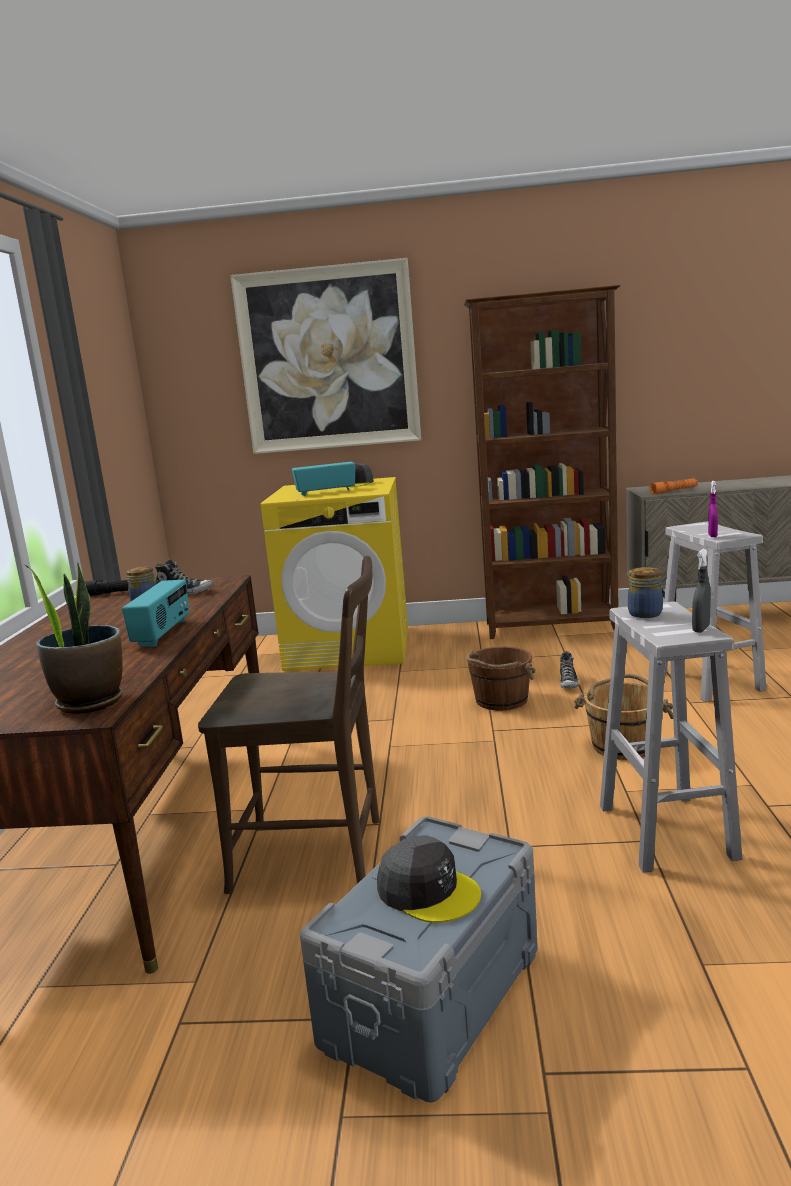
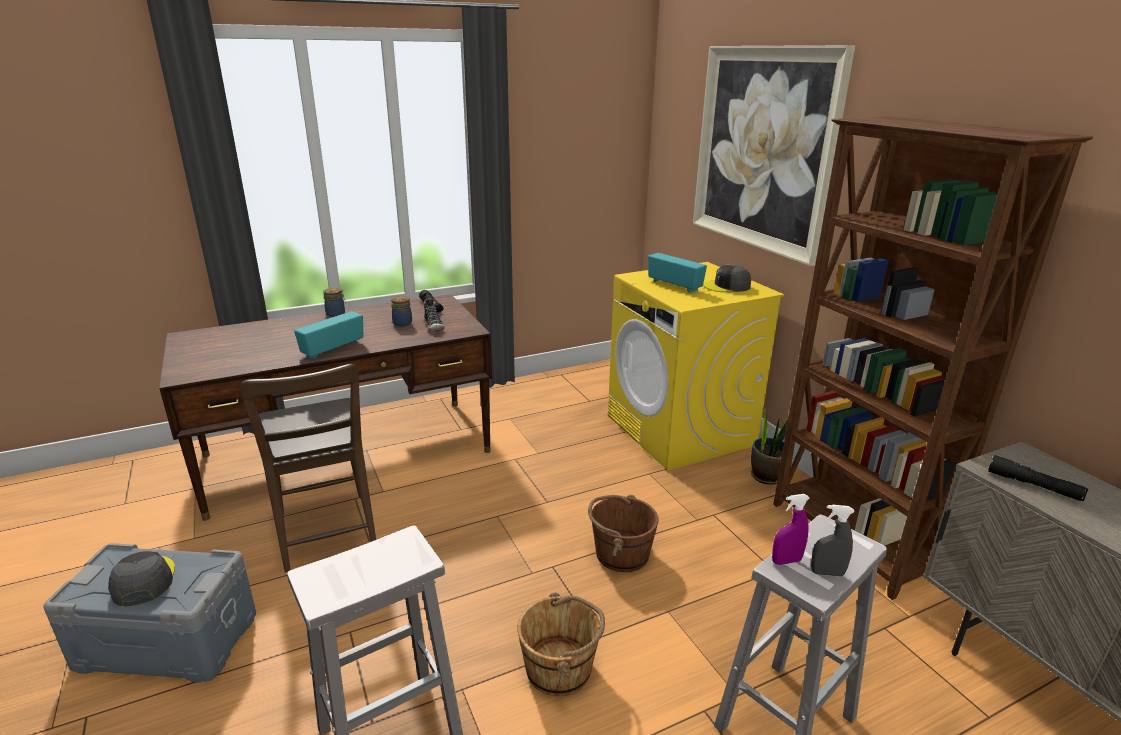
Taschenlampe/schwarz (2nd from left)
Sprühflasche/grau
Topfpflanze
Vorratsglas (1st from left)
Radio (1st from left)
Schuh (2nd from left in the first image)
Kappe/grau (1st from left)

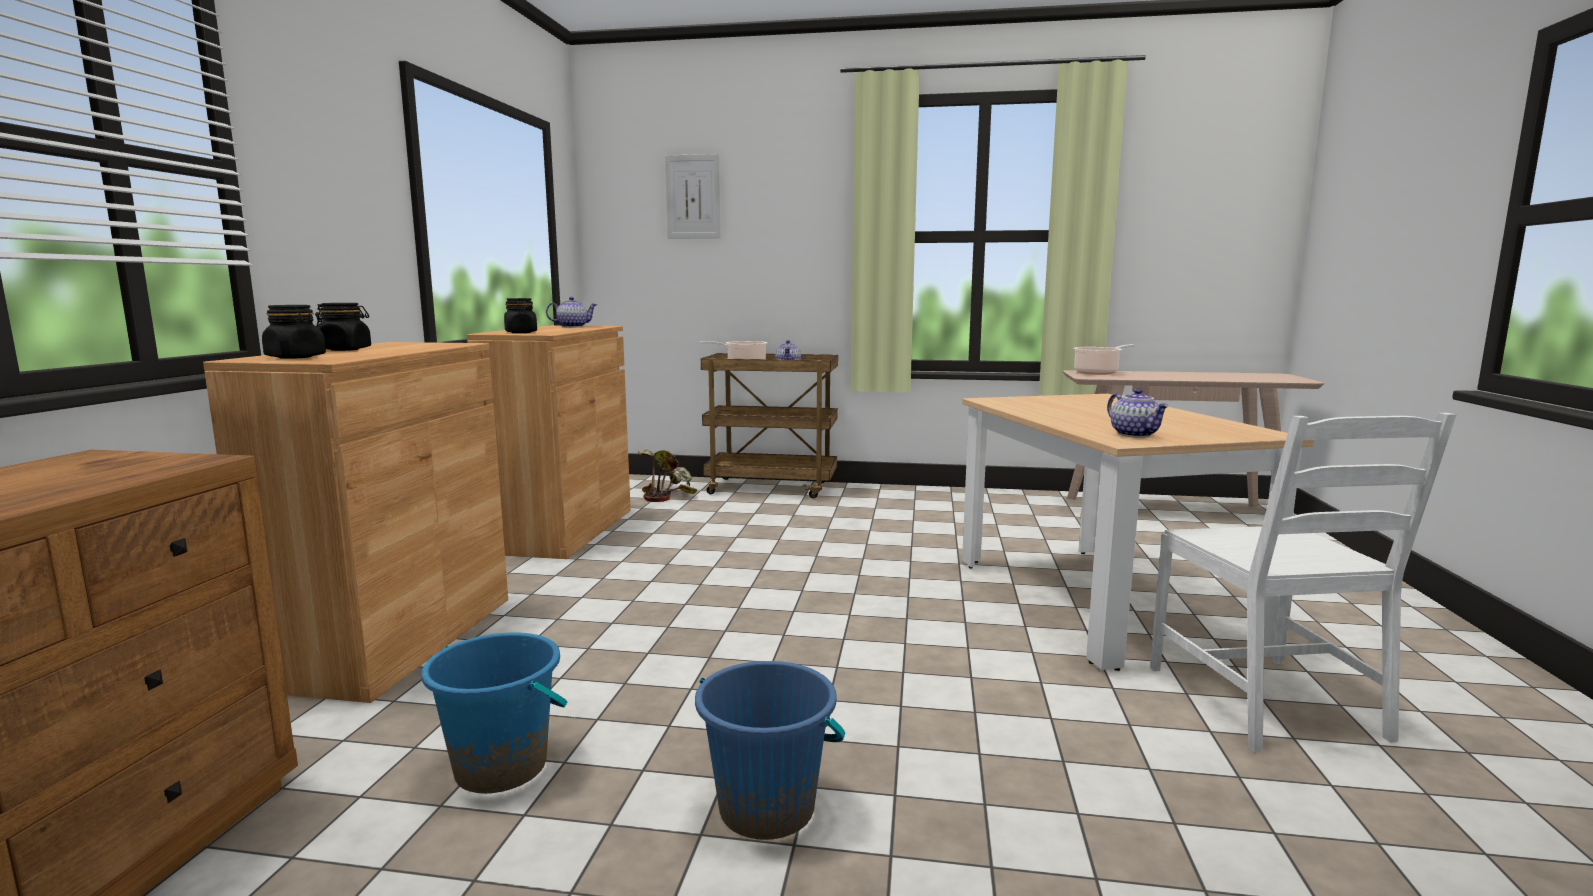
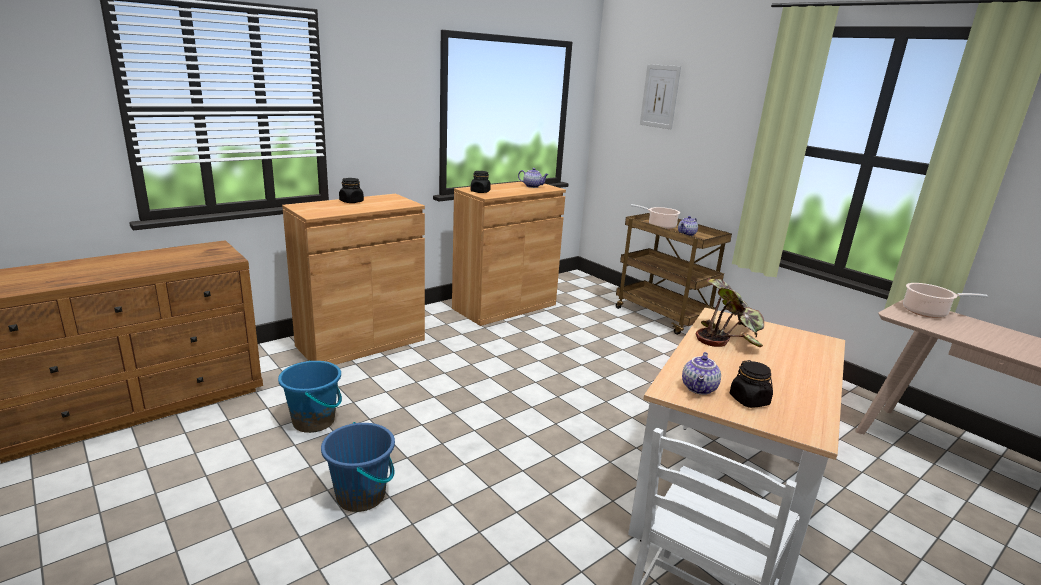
Vorratsglas/schwarz (3rd from left)
Topfpflanze

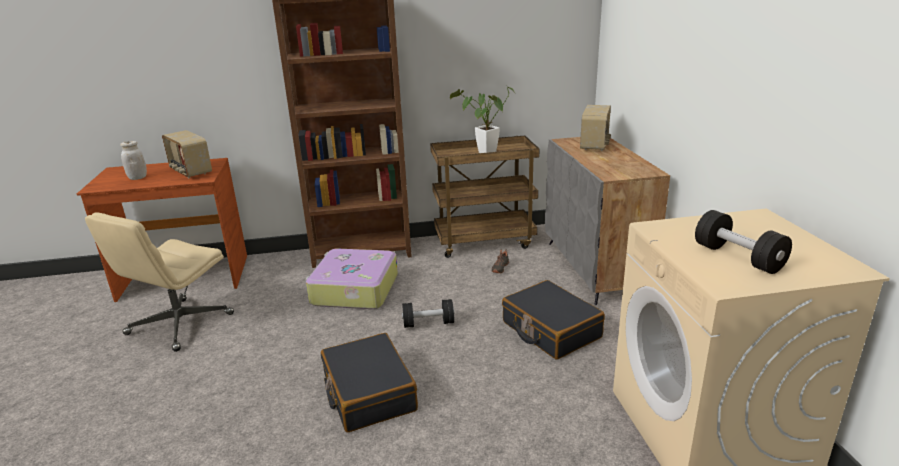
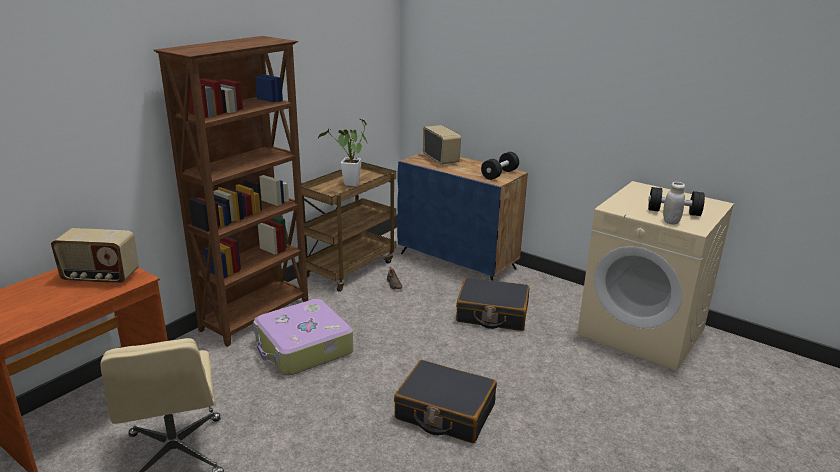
Schrank/blau
Vorratsglas/weiß
Hantel/schwarz (1st from left)

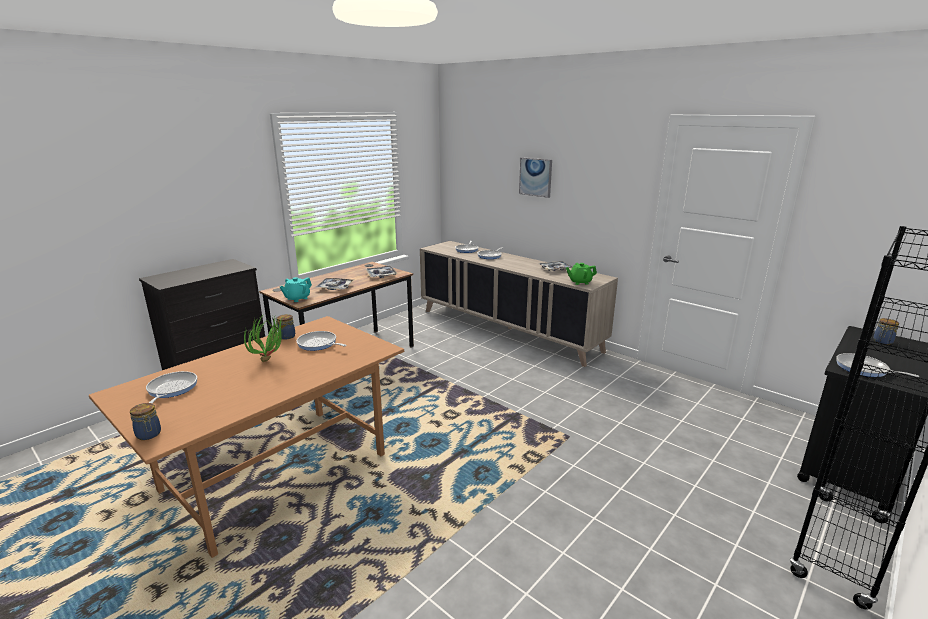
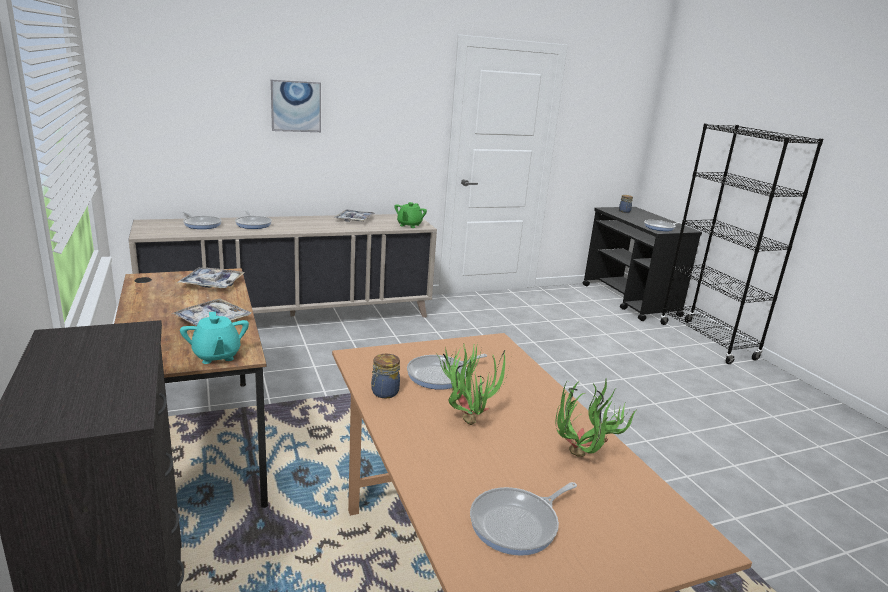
Pfanne (4th from left)
Vorratsglas (1st from left in the first image)
Topfpflanze (2nd from left)

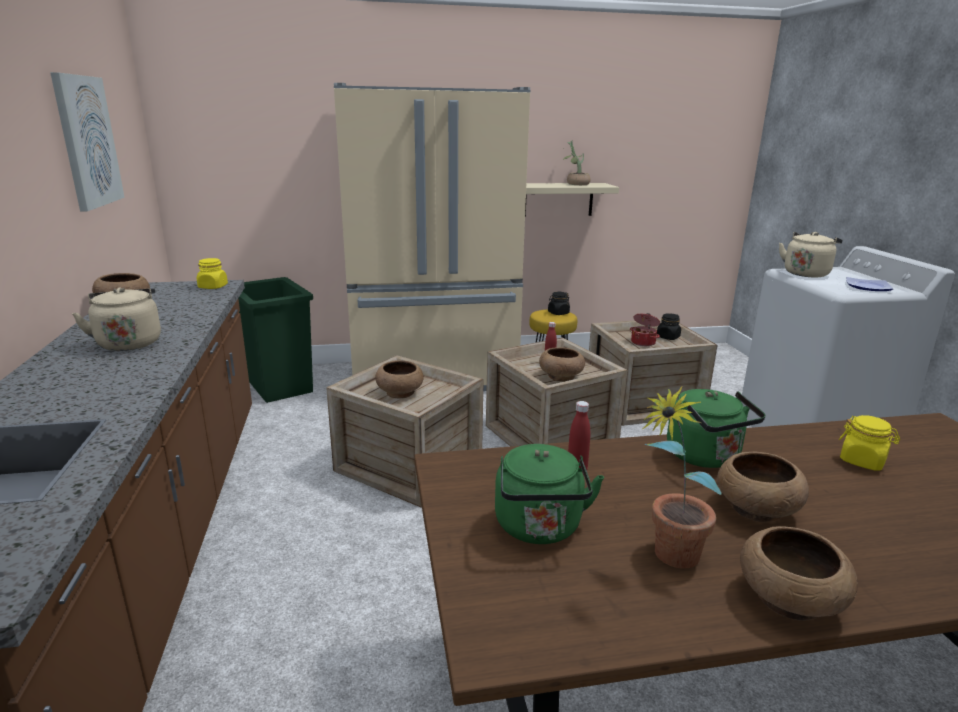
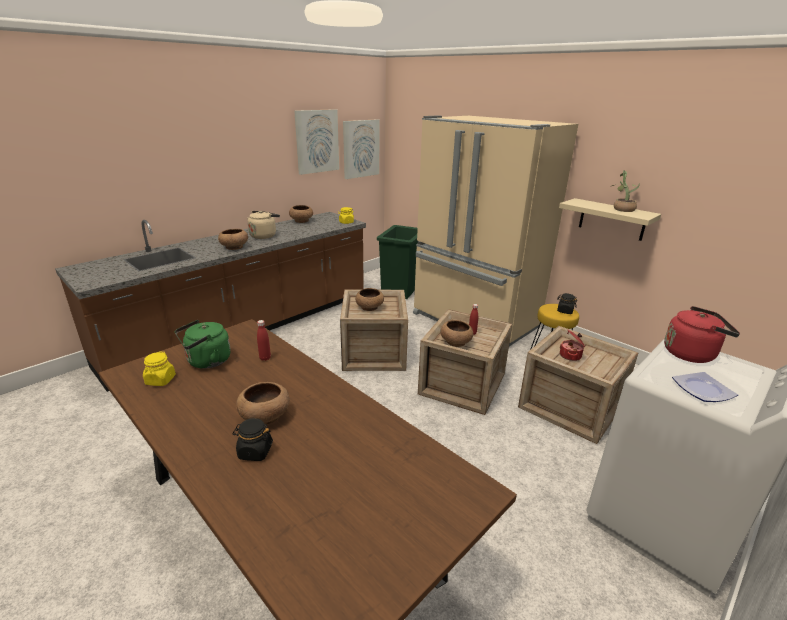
Wasserkessel/rot
Vorratsglas/schwarz (1st from left)
Topfpflanze (2nd from left in the first image)
Wasserkessel/grün (2nd from left in the first image)
Vorratsglas/gelb (1st from left)
Schüssel/braun (1st from left)
Bild (2nd from left)

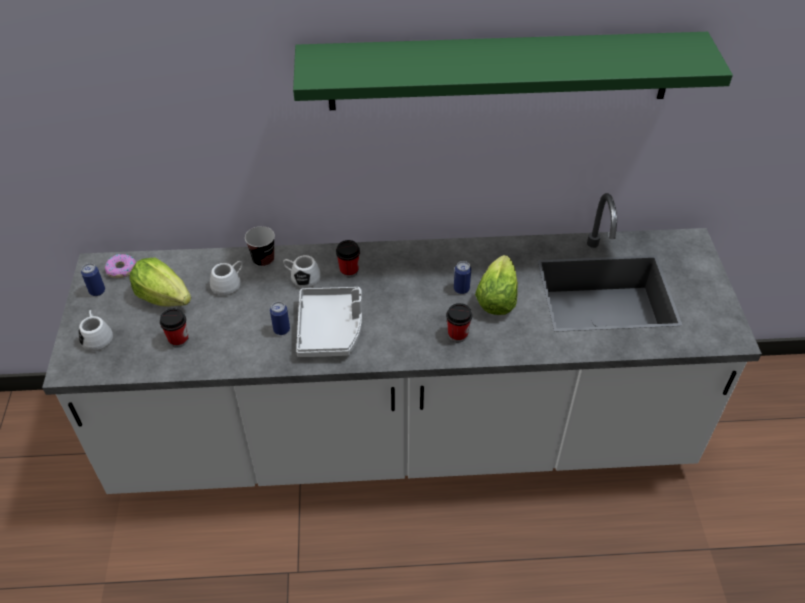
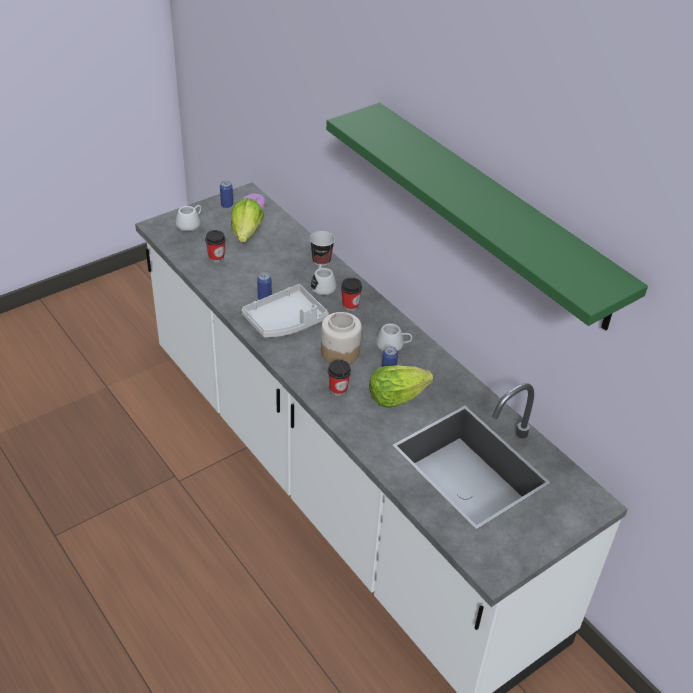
Henkelbecher/weiß (3rd from left)
Vorratsglas

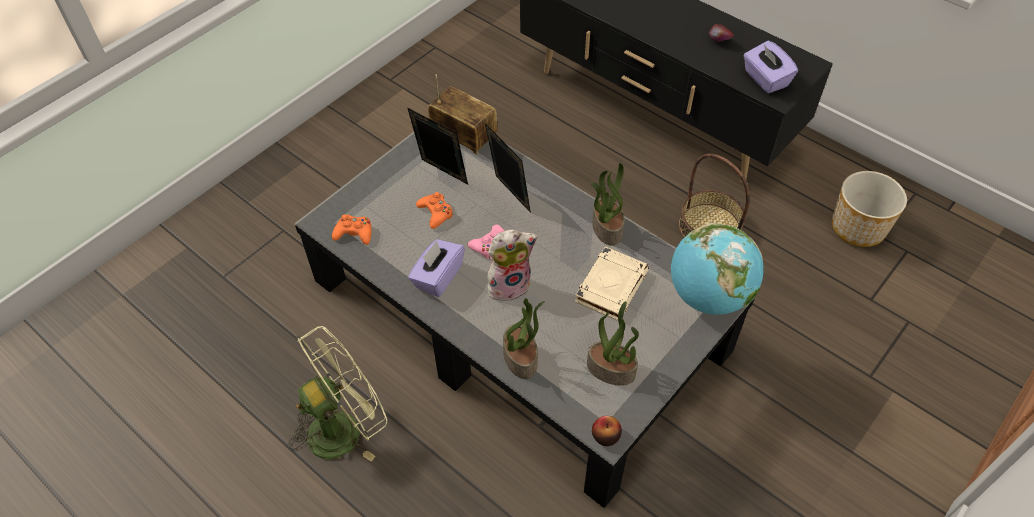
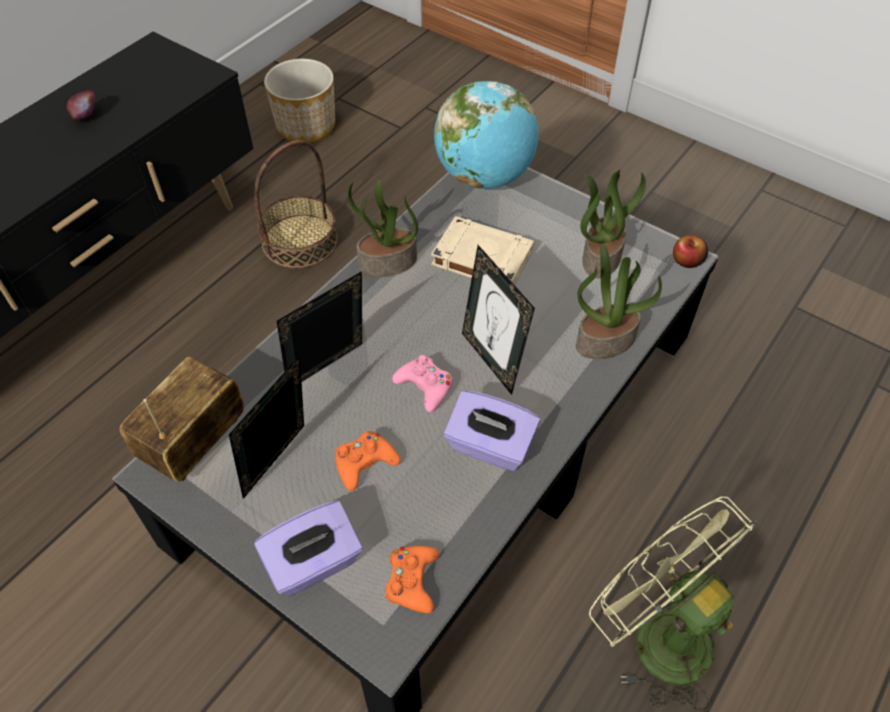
Taschentuchbox/lila (1st from left)
Bilderrahmen (3rd from left)

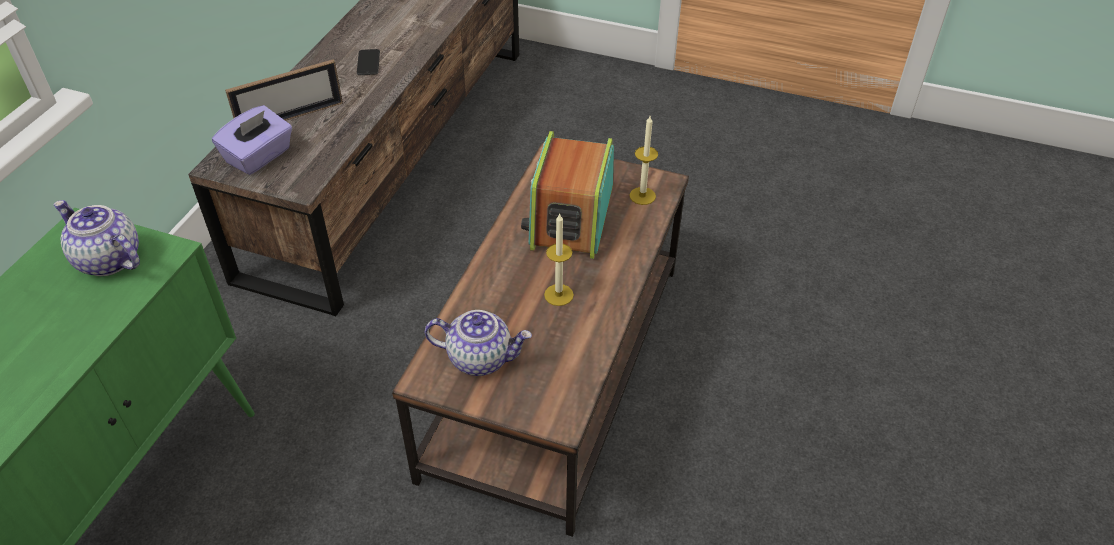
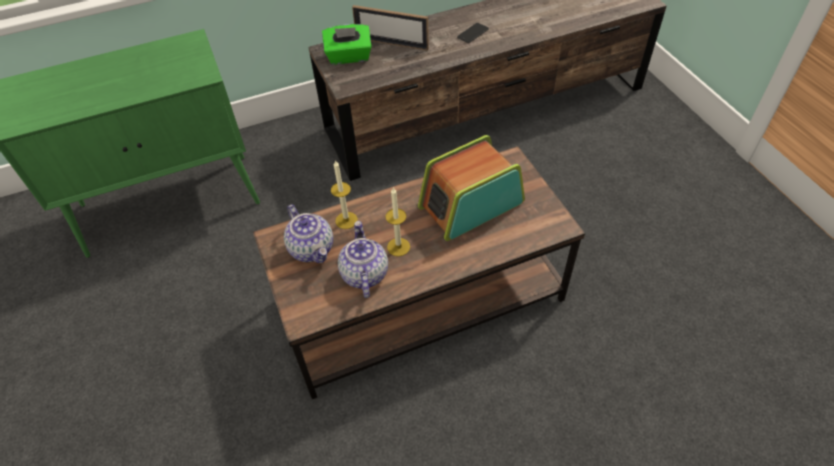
Taschentuchbox/grün
Kerze (1st from left)
Teekanne (2nd from left)

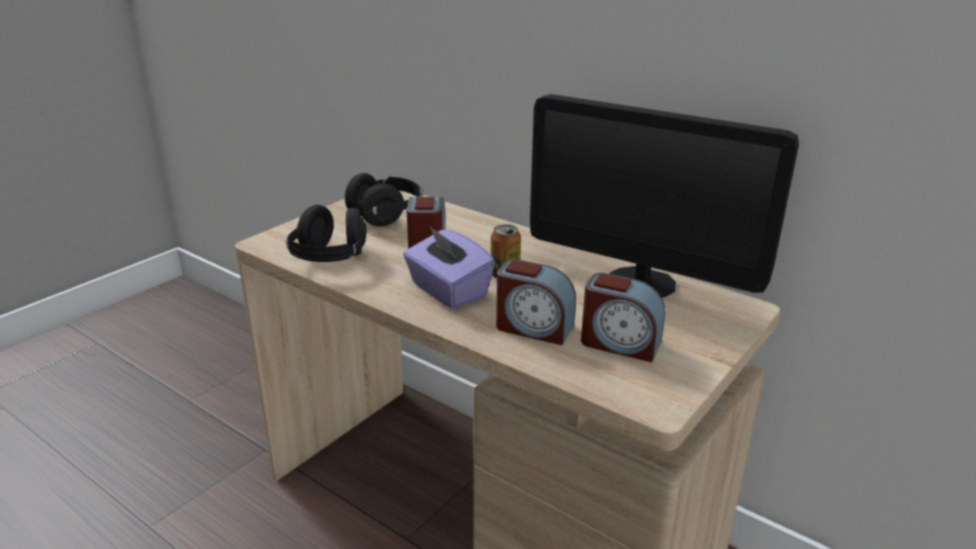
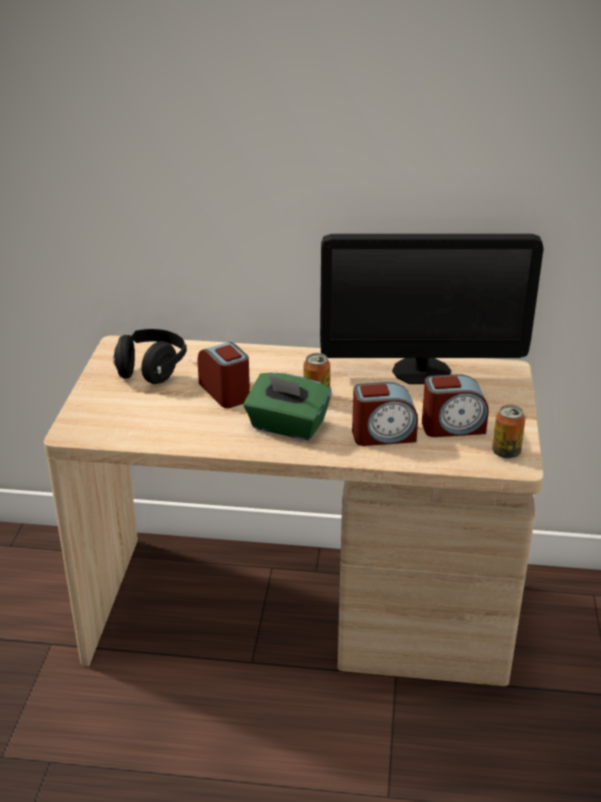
Kopfhörer/schwarz (1st from left in the first image)
Taschentuchbox/grün
Dose (2nd from left)

